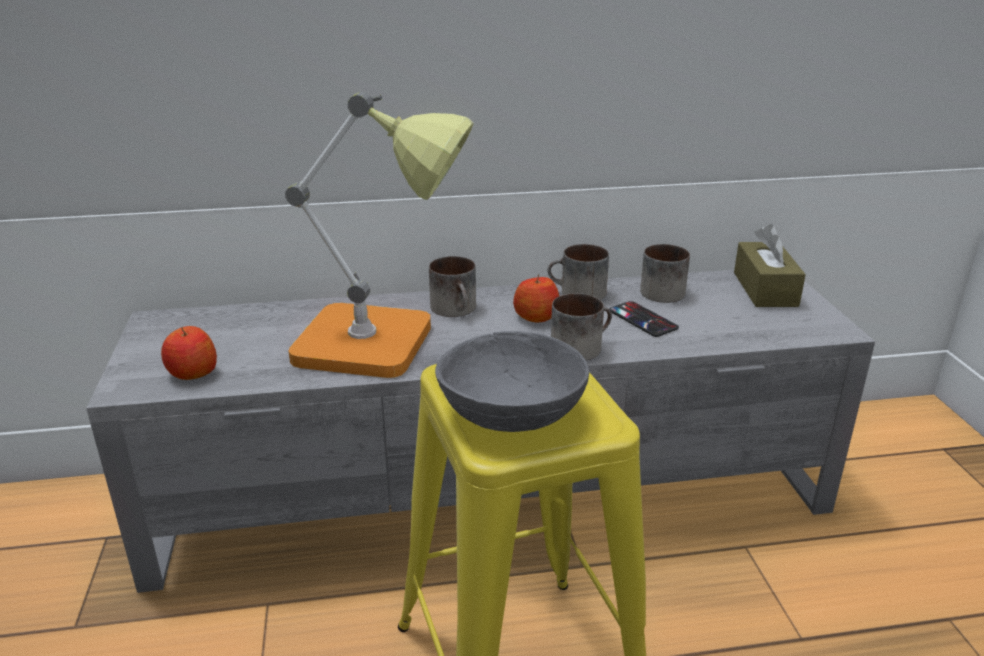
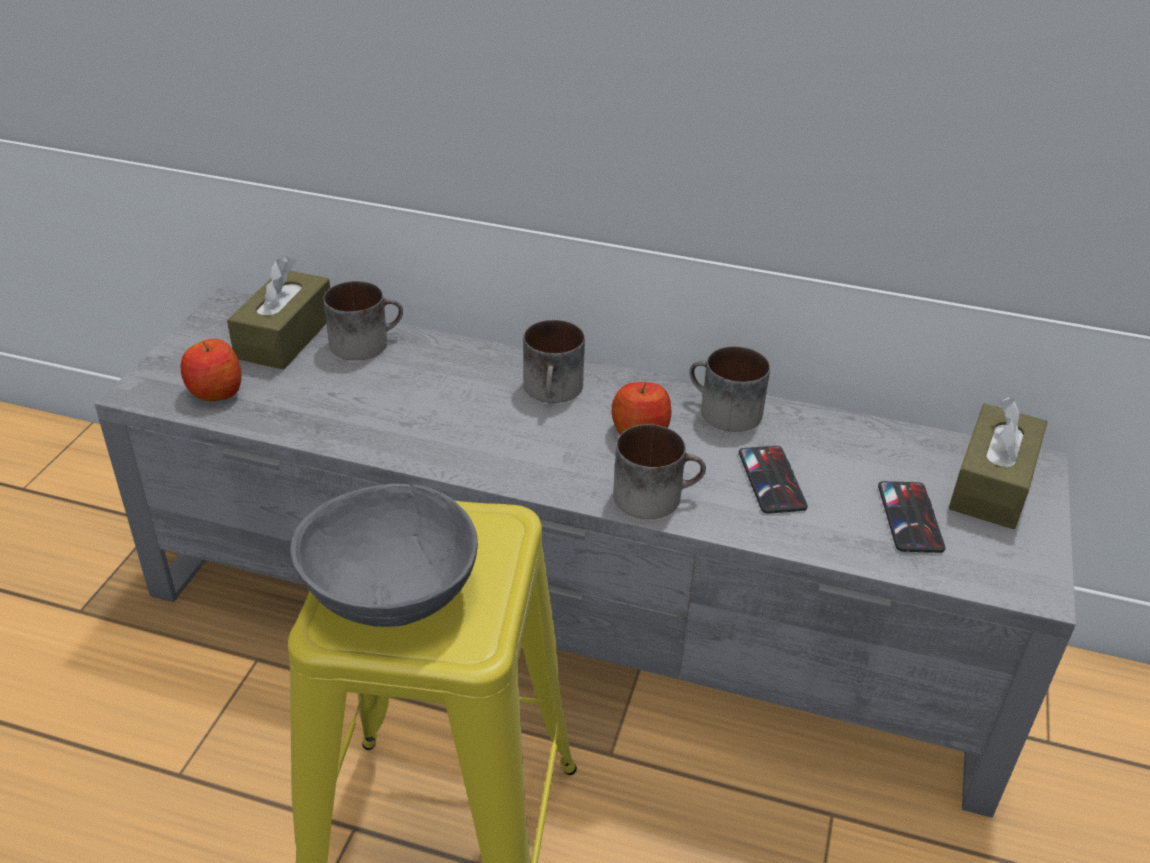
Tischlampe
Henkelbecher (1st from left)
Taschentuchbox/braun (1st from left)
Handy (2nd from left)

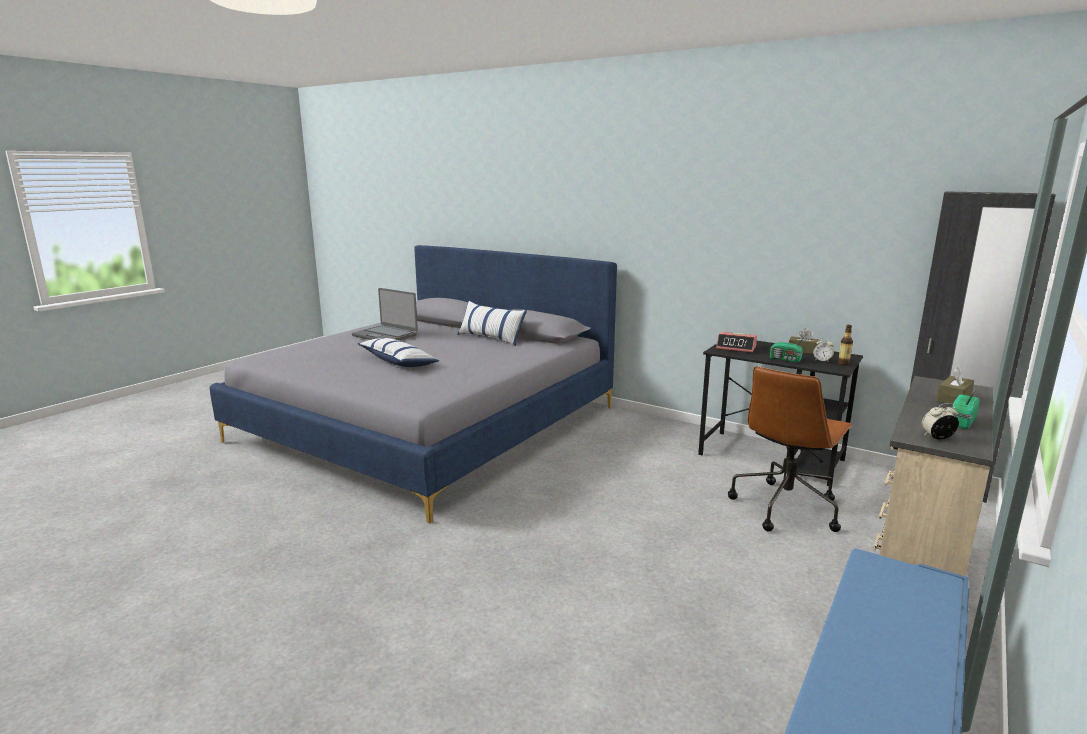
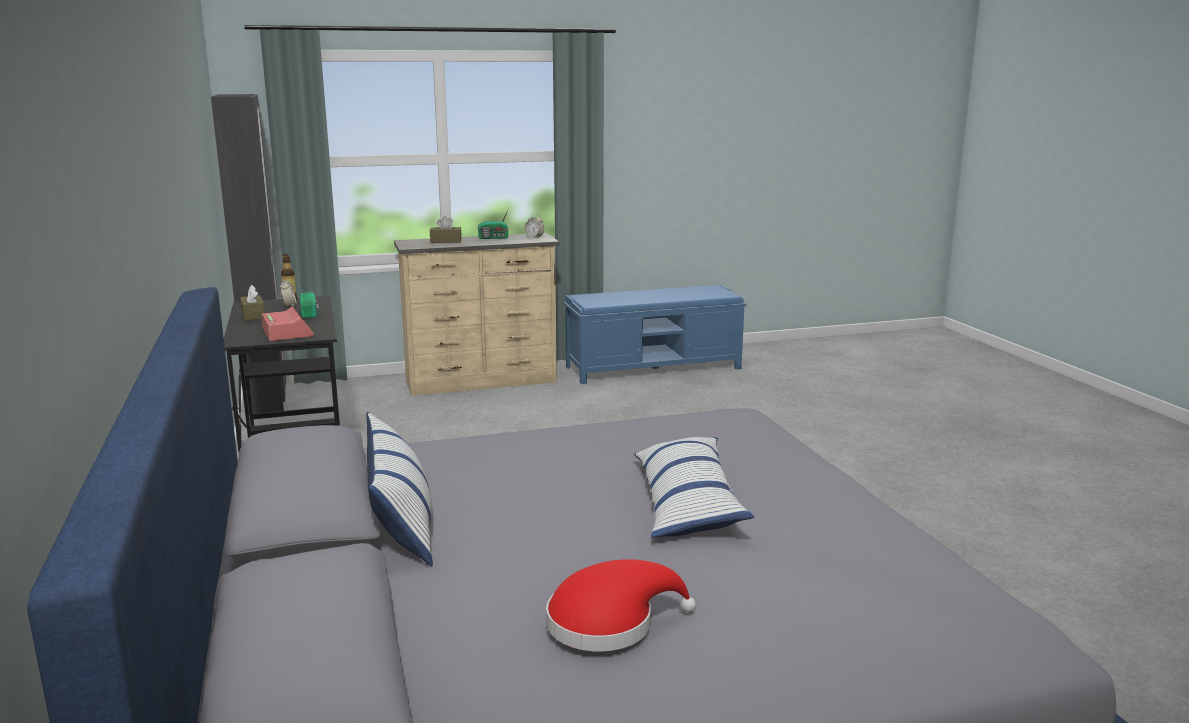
Hut/rot
Bürostuhl/braun

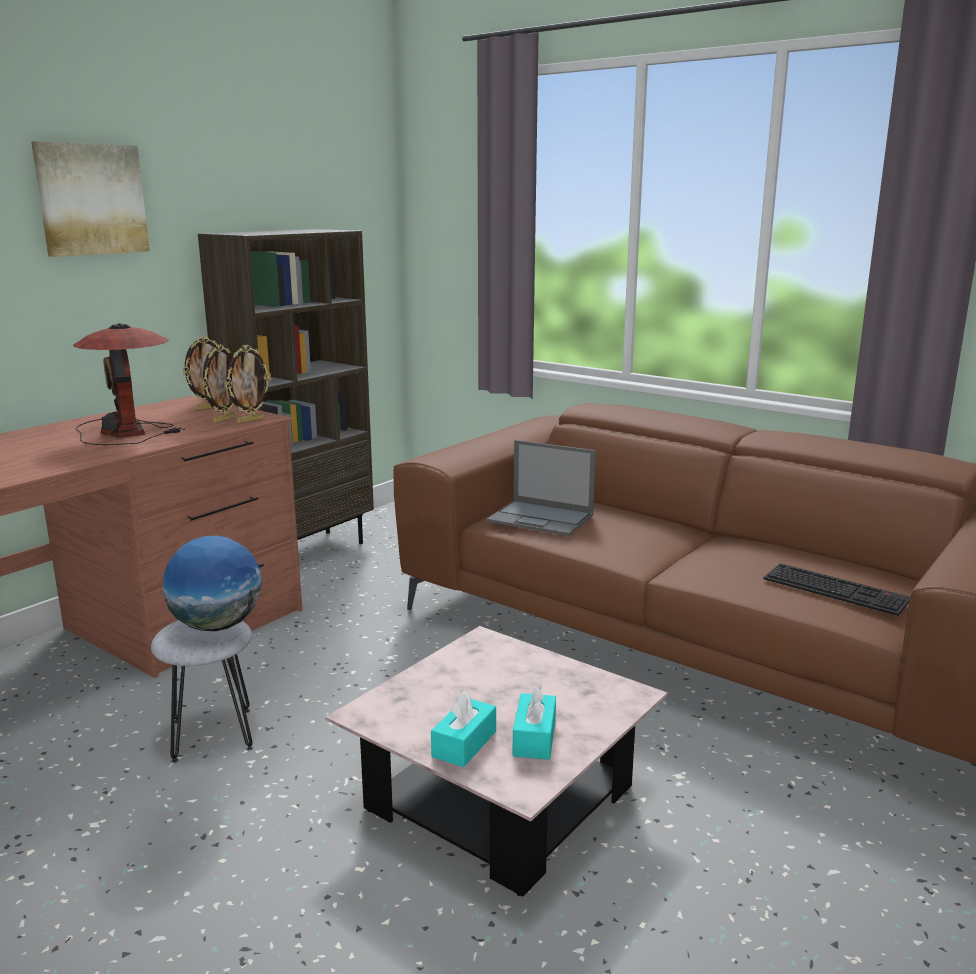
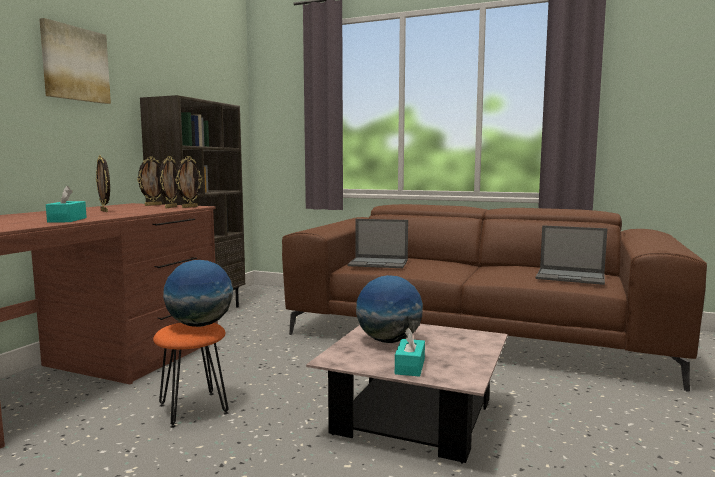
Bilderrahmen (1st from left)
Laptop (2nd from left)
Hocker/orange
Taschentuchbox/türkis (1st from left)
Globus (2nd from left)

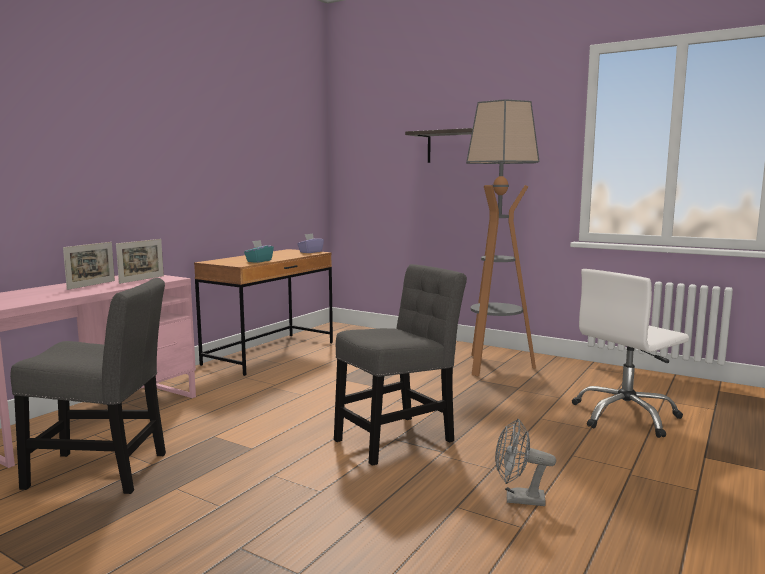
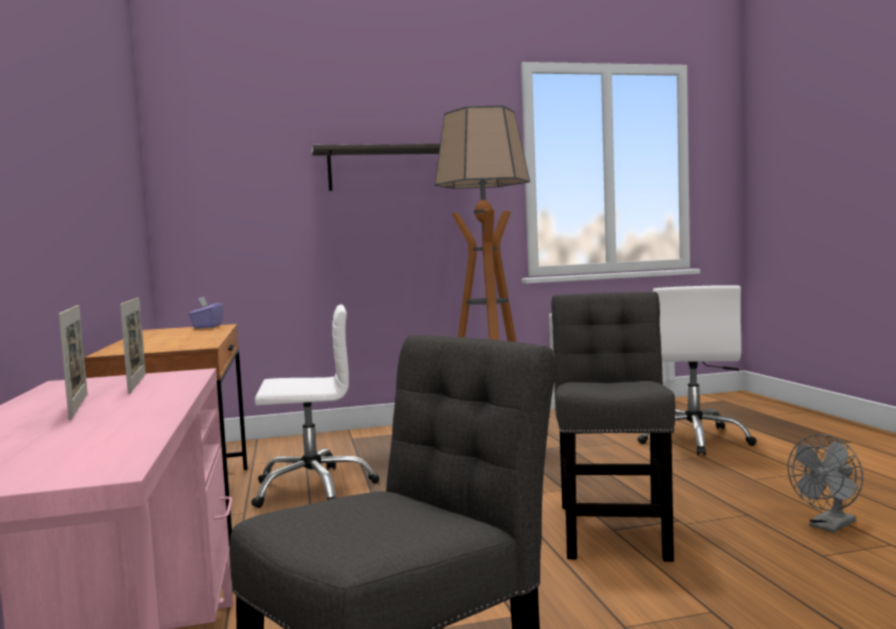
Taschentuchbox/türkis
Bürostuhl/weiß (1st from left)

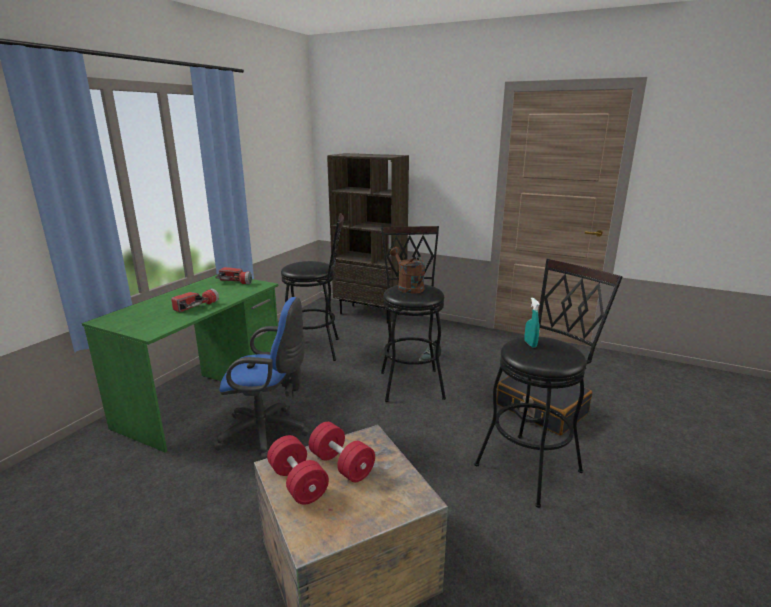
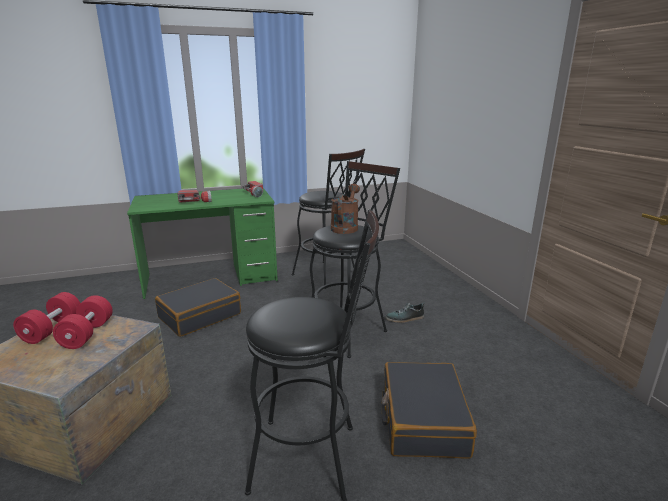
Bücherregal/braun
Koffer/schwarz (1st from left)
Sprühflasche/türkis

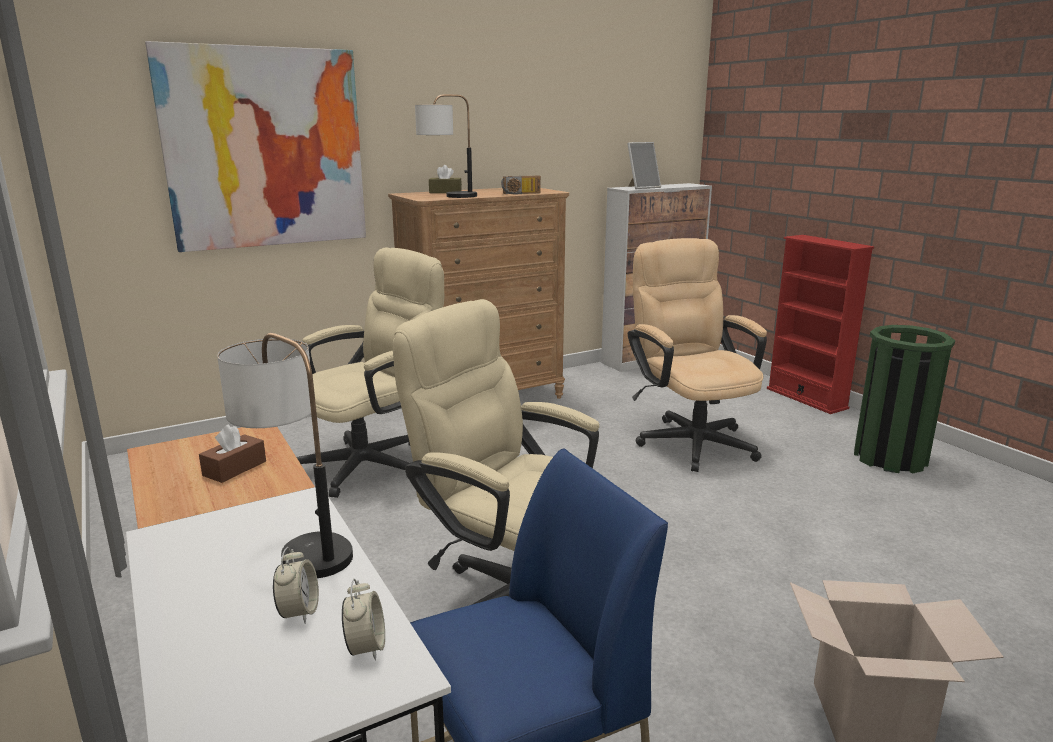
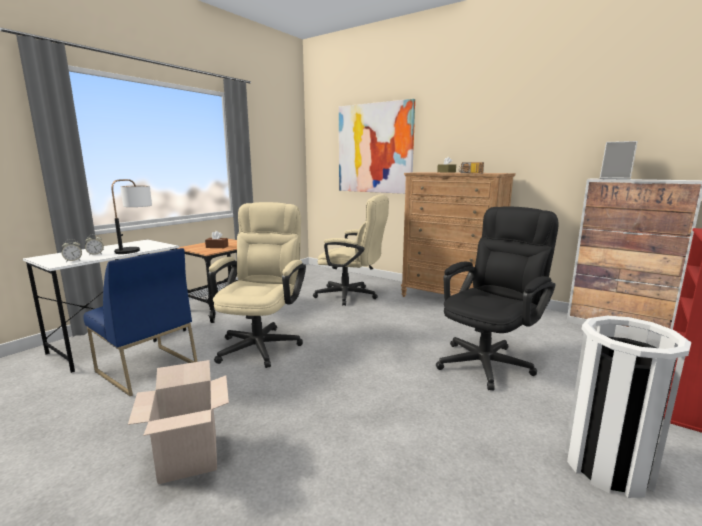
Tischlampe (2nd from left in the first image)
Bürostuhl/schwarz
Mülleimer/weiß

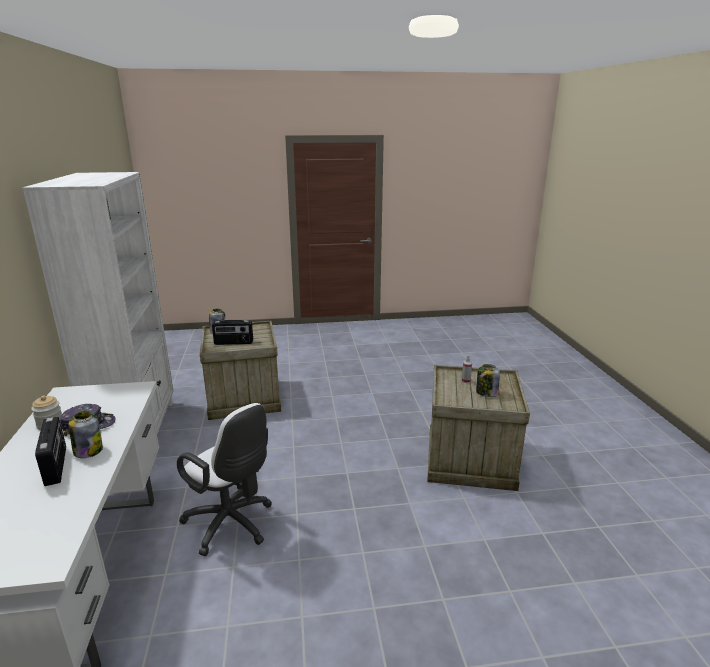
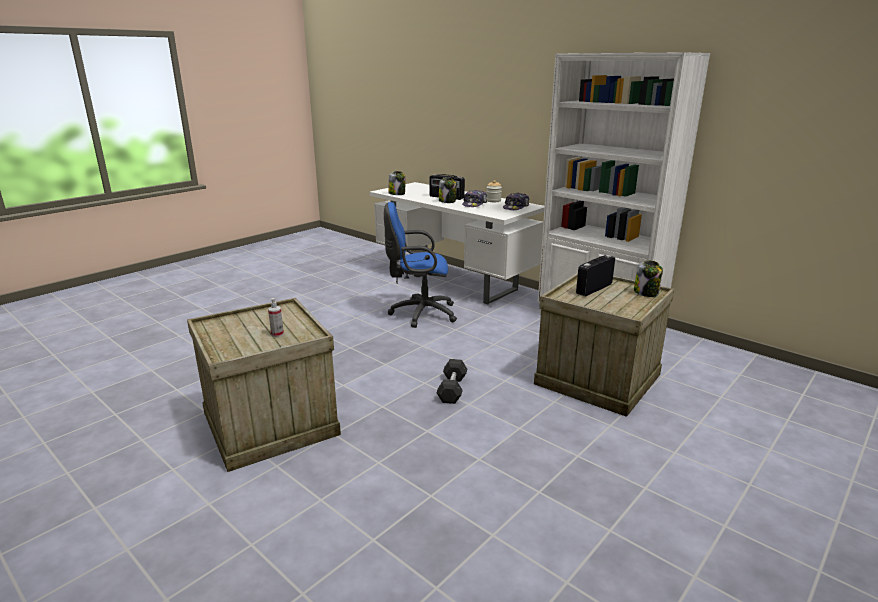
Vorratsglas (1st from left)
Bürostuhl/blau
Kappe (2nd from left)
Hantel/grau

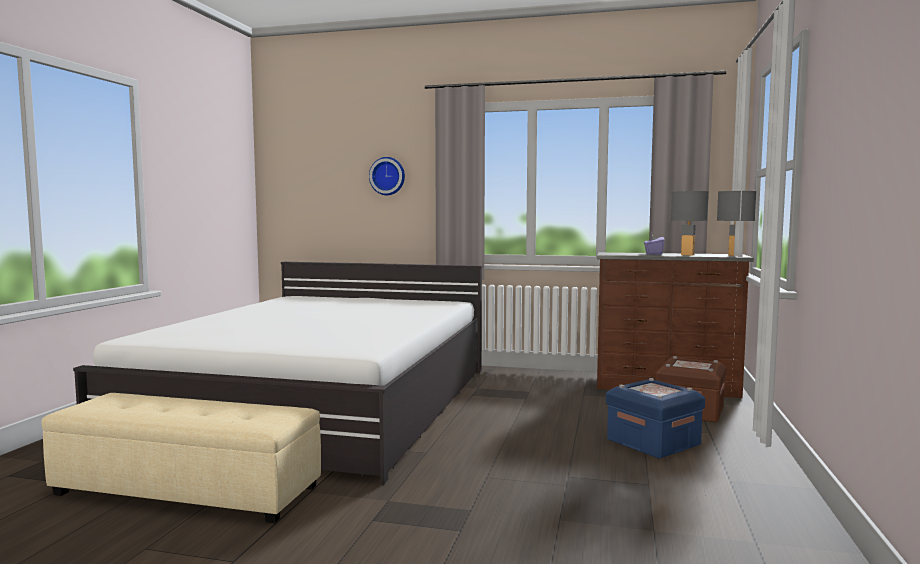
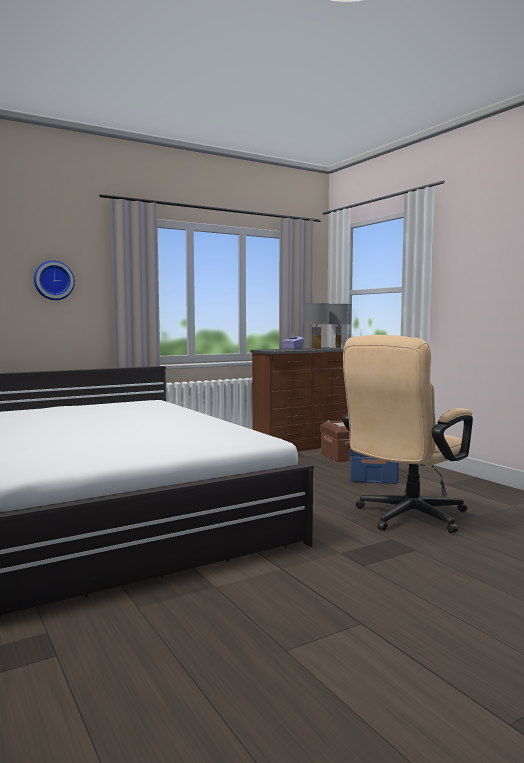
Polsterhocker/beige
Bürostuhl/beige

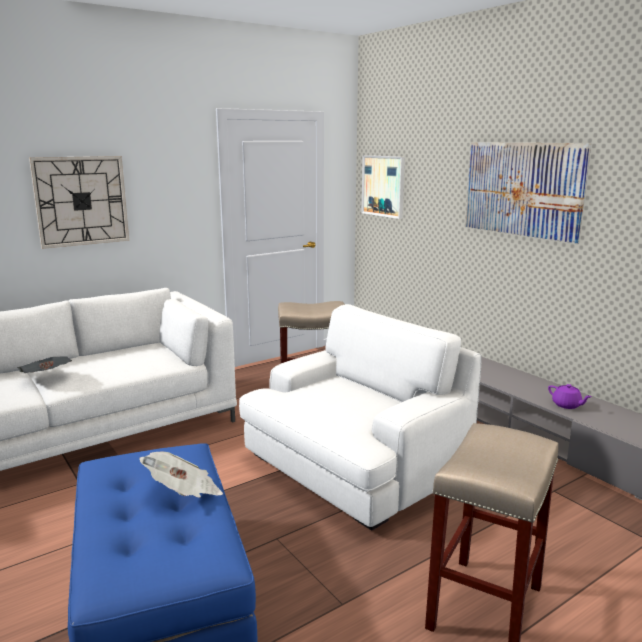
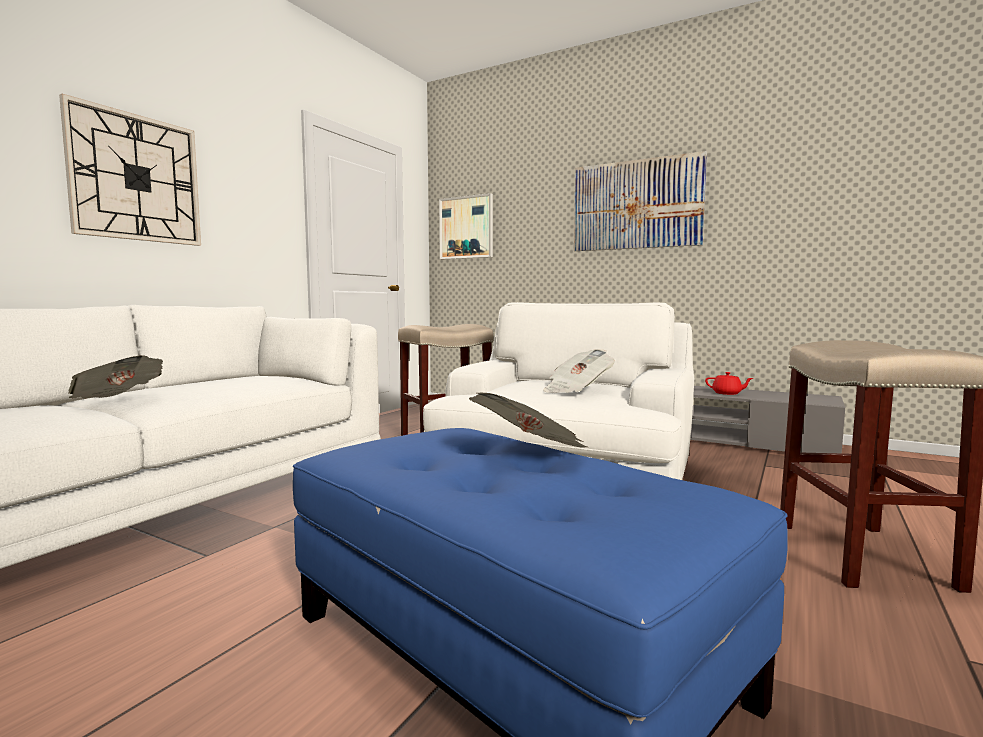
Teekanne/rot
Zeitung (3rd from left)

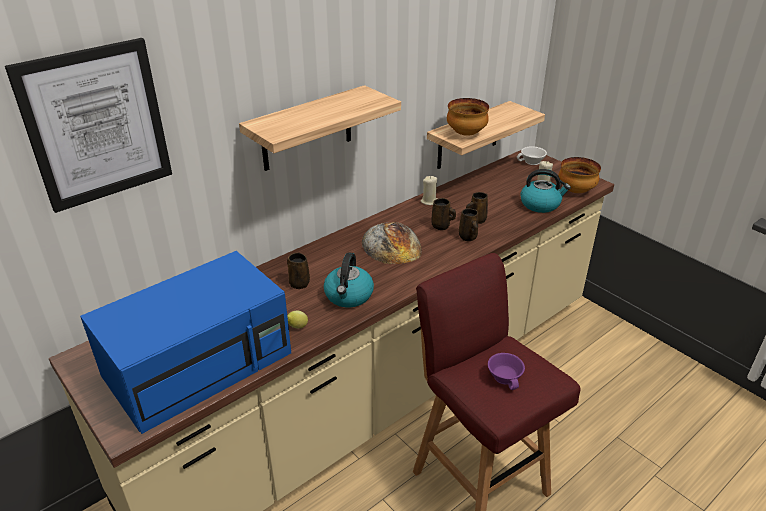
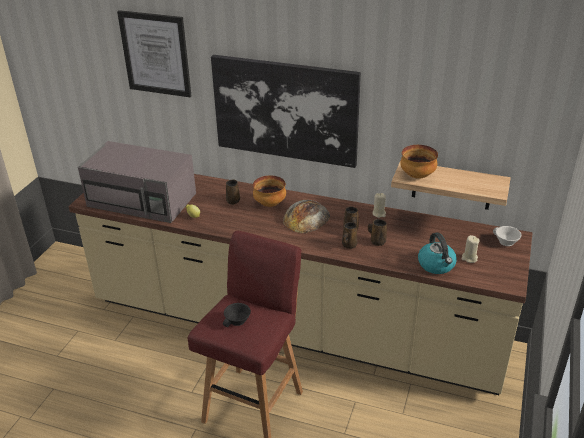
Bild (2nd from left)
Schüssel (1st from left)
Mikrowelle/grau
Wasserkessel (1st from left in the first image)
Tasse/schwarz

